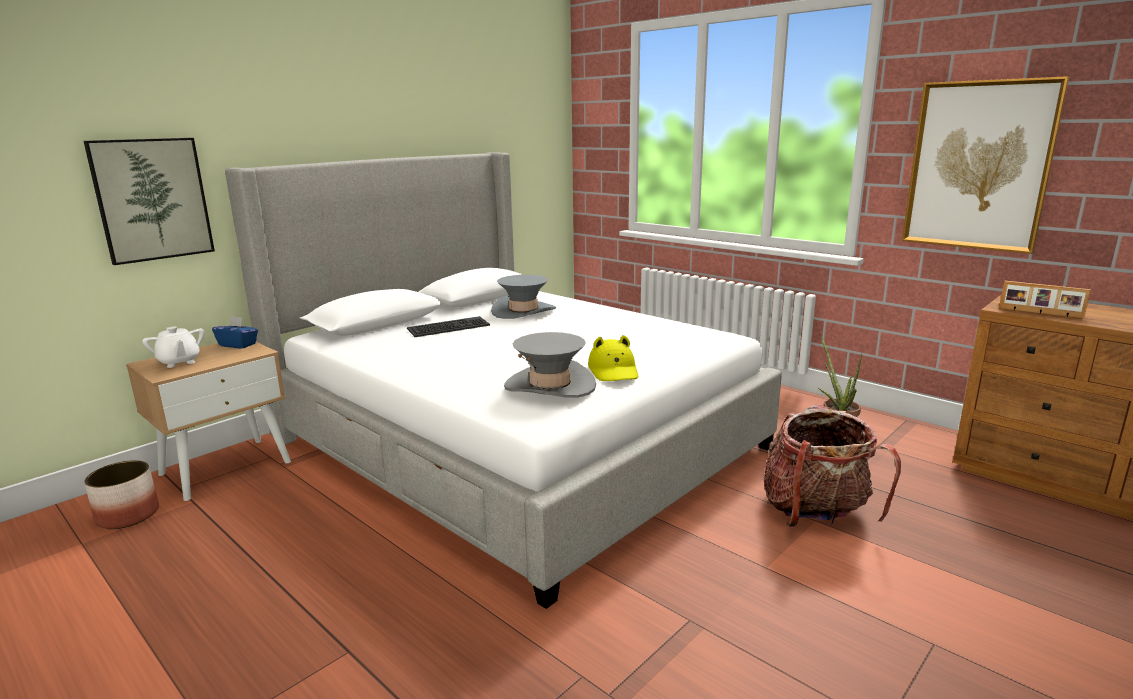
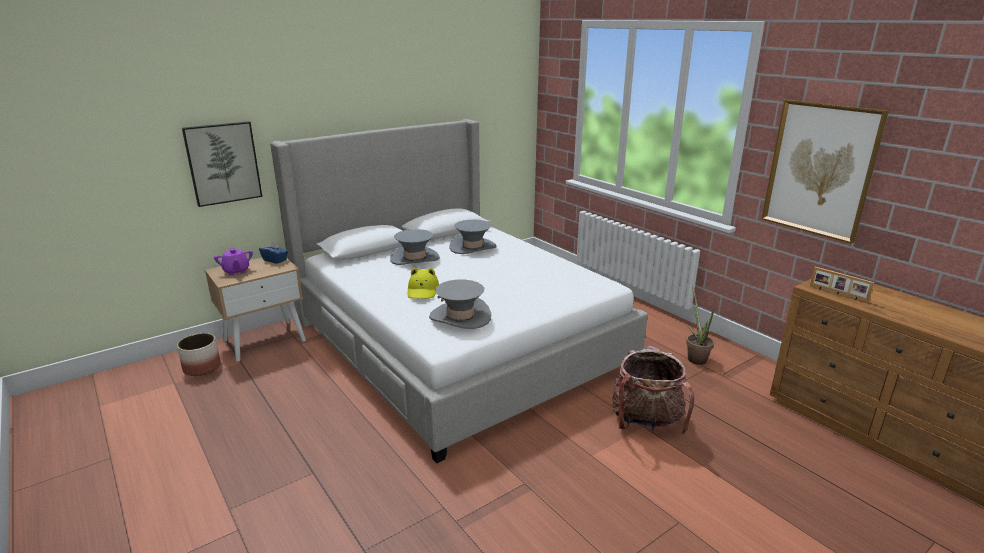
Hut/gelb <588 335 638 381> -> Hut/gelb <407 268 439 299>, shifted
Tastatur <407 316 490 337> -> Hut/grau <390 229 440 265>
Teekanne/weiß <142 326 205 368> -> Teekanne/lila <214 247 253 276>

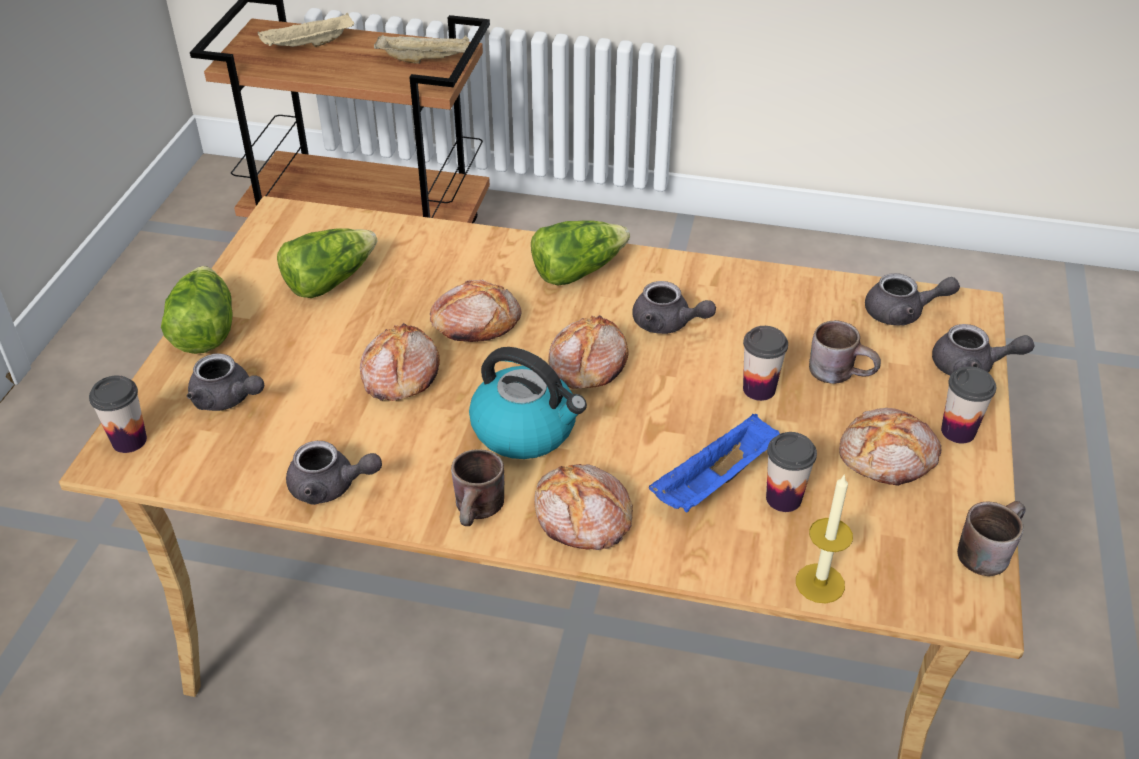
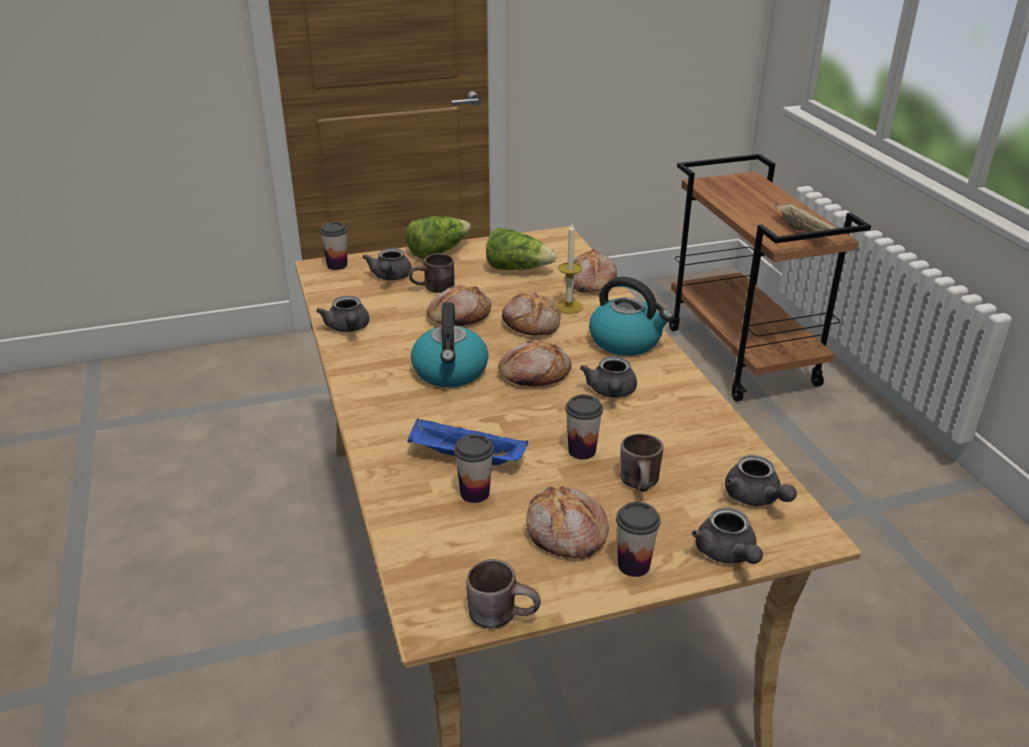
Tablett/beige <258 13 354 47> -> none
Henkelbecher/braun <451 449 504 526> -> Henkelbecher/braun <409 253 455 293>, shifted
Brot <534 464 633 550> -> Brot <565 249 617 293>, shifted
Kerze <796 474 853 603> -> Kerze <555 223 583 314>, shifted
Salatkopf <531 220 630 285> -> Wasserkessel <589 277 673 356>

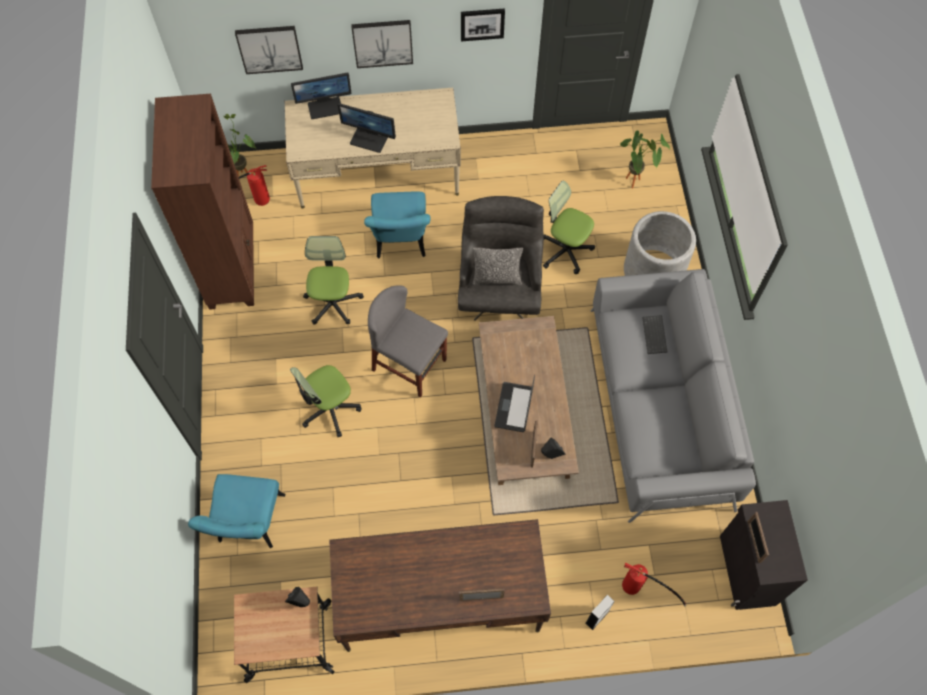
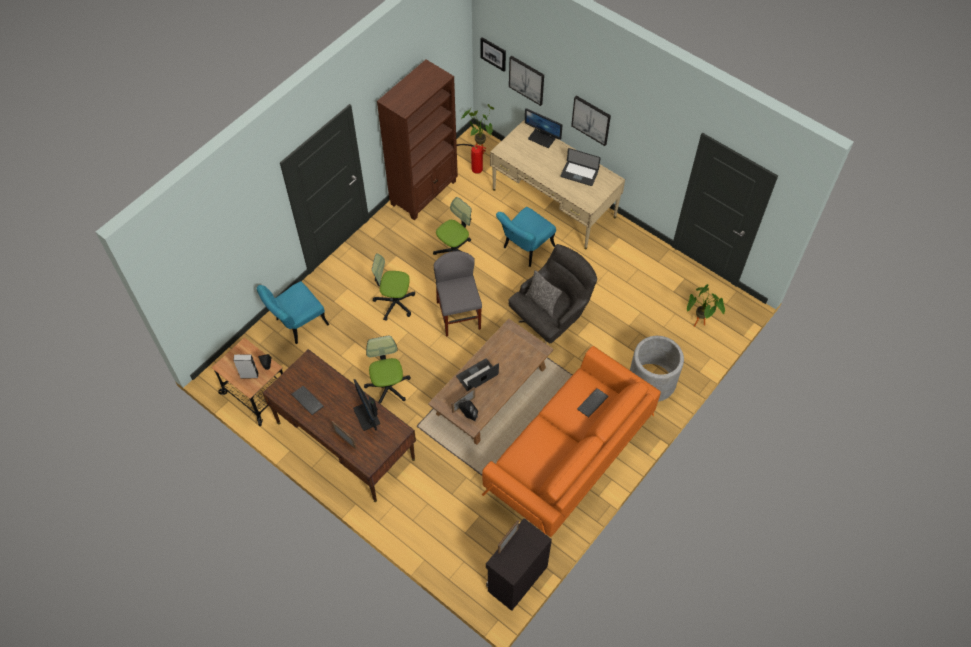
Feuerlöscher <622 563 686 607> -> none
none -> Tastatur <291 386 324 415>
none -> Laptop <561 148 601 186>
Monitor <338 103 396 153> -> Monitor <353 379 380 431>, shifted
Bild <461 8 505 41> -> Bild <480 37 506 71>, shifted
Bürostuhl <543 181 595 274> -> Bürostuhl <364 335 411 404>, shifted
Lautsprecher/grau <586 595 615 630> -> Lautsprecher/grau <233 354 259 379>, shifted
Sofa/grau <590 269 756 523> -> Sofa/orange <482 346 661 537>

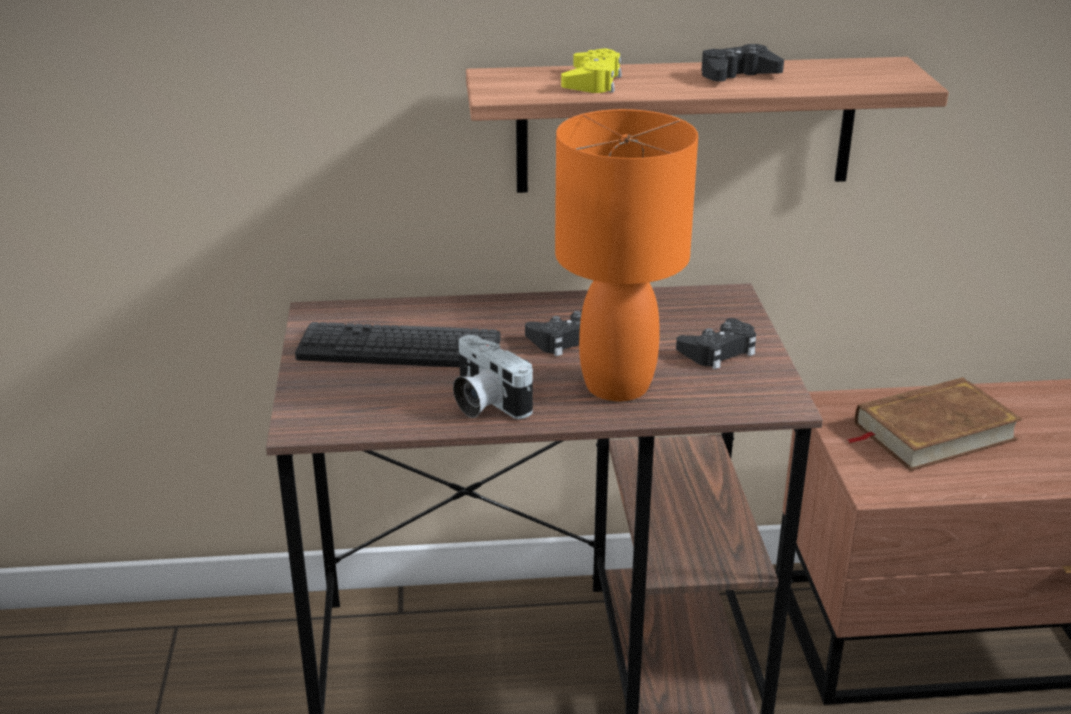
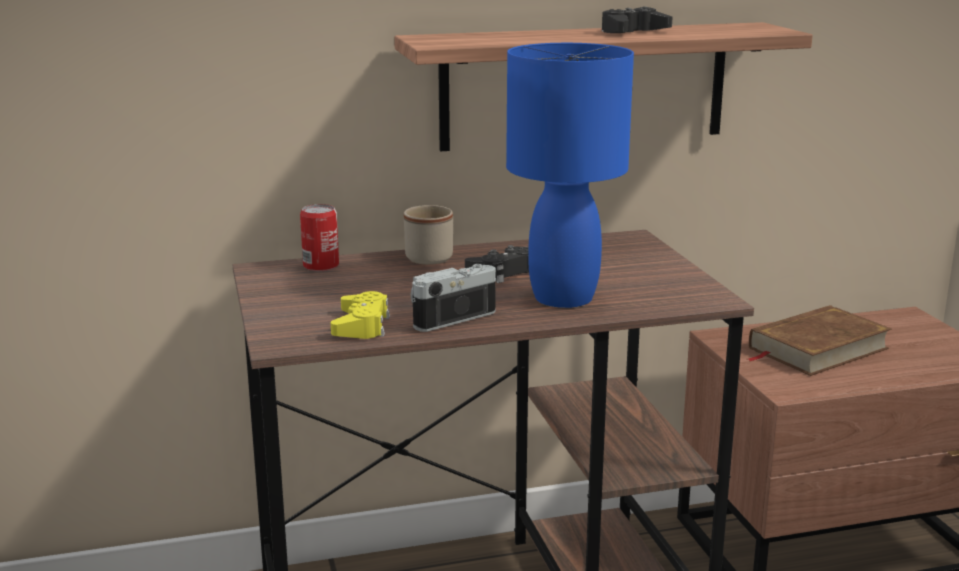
Tastatur <295 322 501 367> -> none
Gamepad/schwarz <676 318 756 369> -> none
none -> Dose <300 204 339 272>
none -> Henkelbecher/beige <404 205 453 265>
Gamepad/gelb <561 48 622 93> -> Gamepad/gelb <331 291 390 339>, shifted
Tischlampe/orange <555 109 698 401> -> Tischlampe/blau <506 43 634 308>
Kamera <453 335 533 419> -> Kamera <410 264 497 332>, 105 degrees clockwise

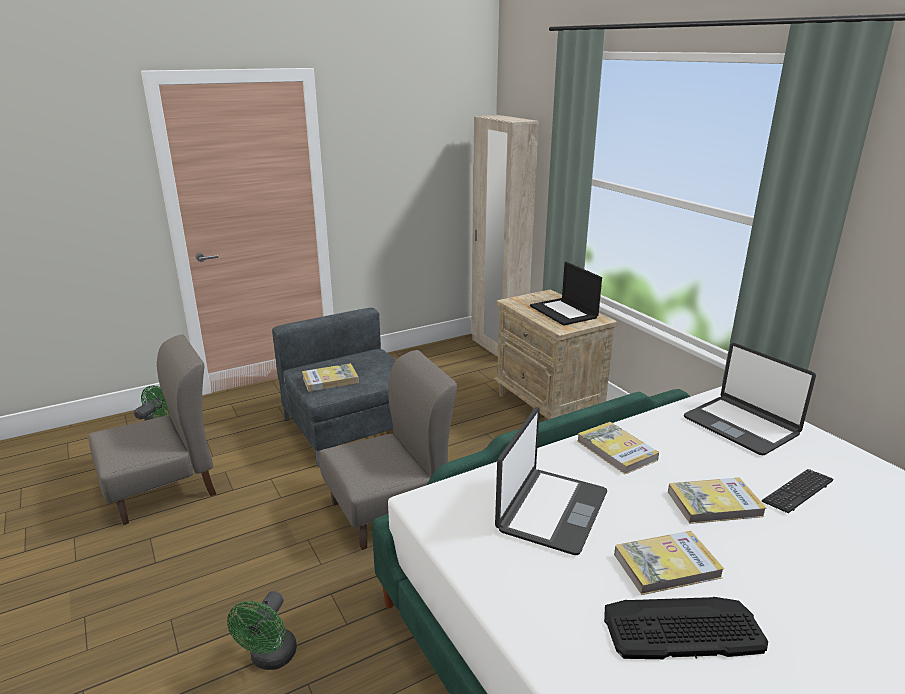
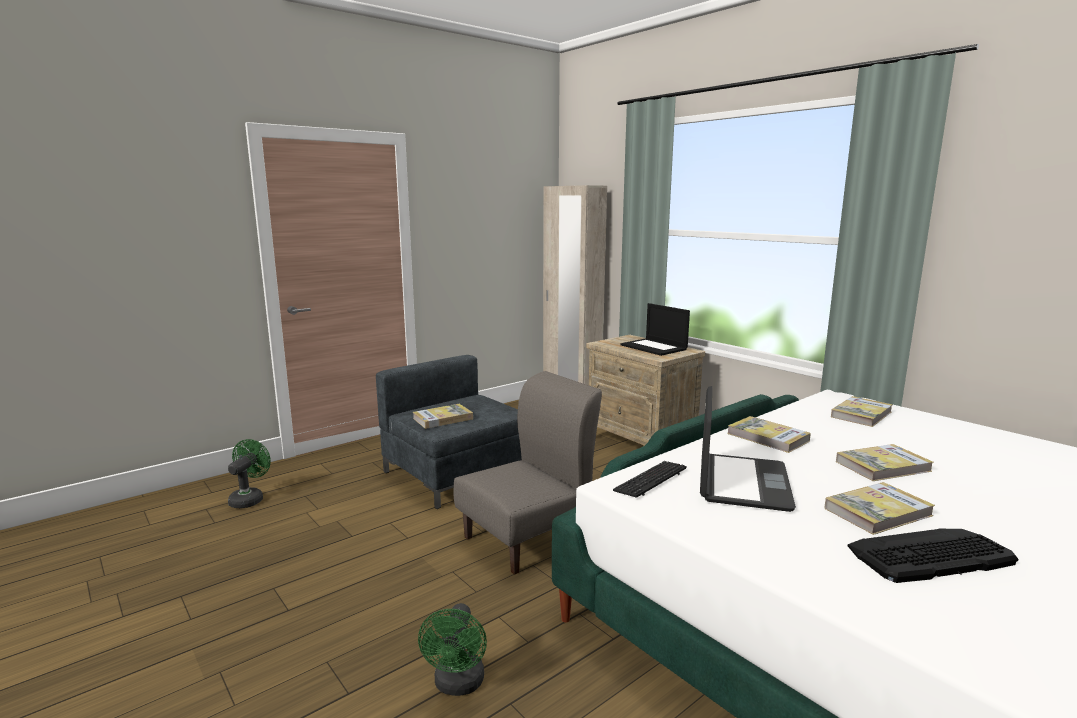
Stuhl/grau <88 334 216 525> -> none
Tastatur <762 469 834 513> -> Tastatur <613 461 687 498>, shifted
Laptop <684 343 816 455> -> Buch <831 396 893 427>

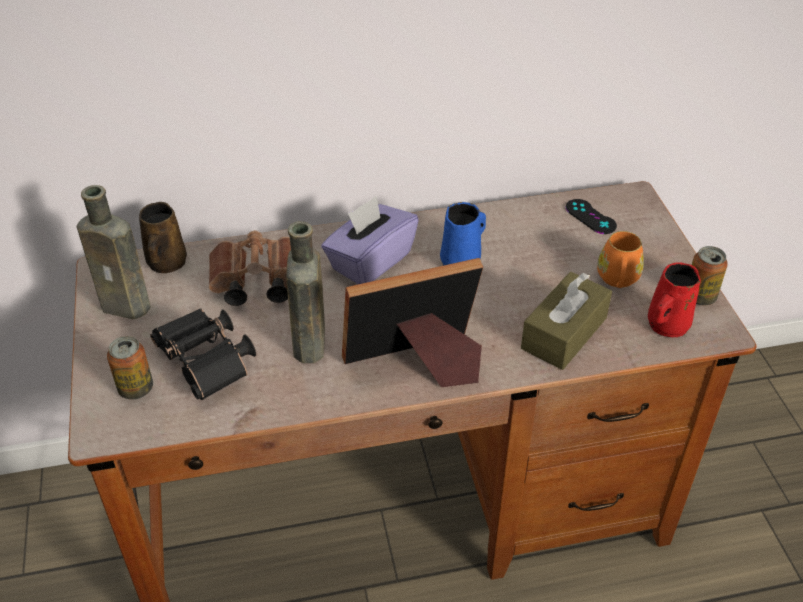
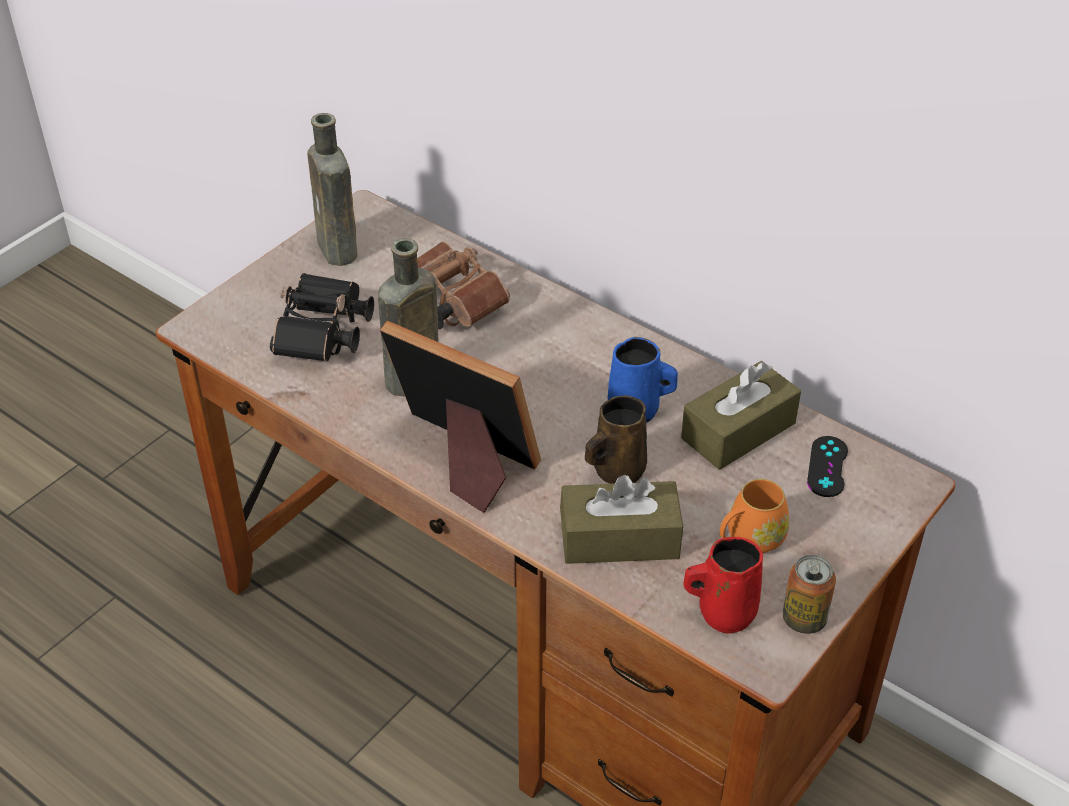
Dose <107 336 153 400> -> none
Taschentuchbox/lila <321 196 419 284> -> none
none -> Taschentuchbox/braun <681 361 801 470>
Henkelbecher/braun <139 202 187 273> -> Henkelbecher/braun <585 395 647 484>, shifted

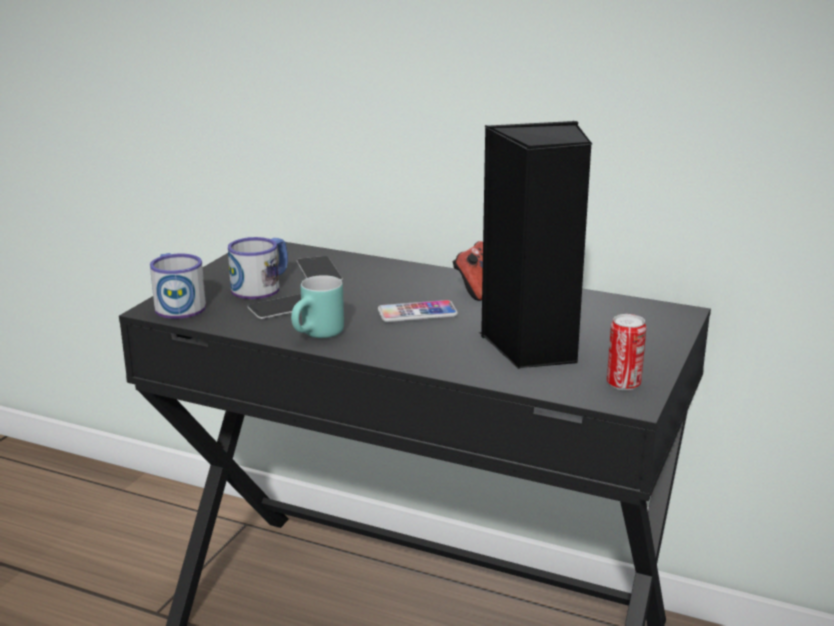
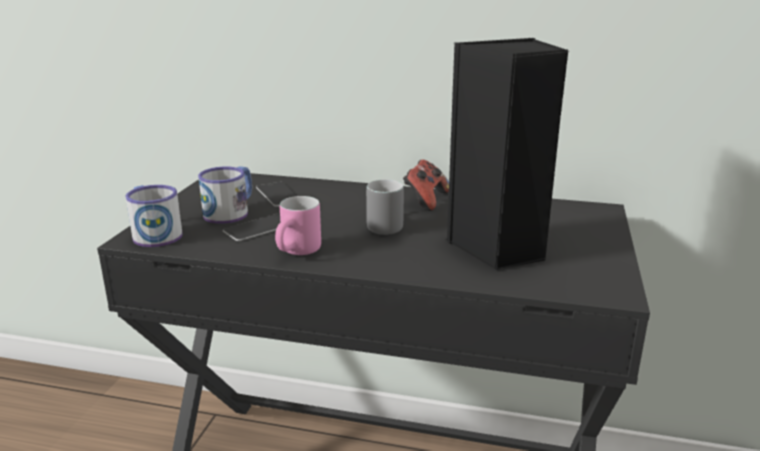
Dose <607 314 647 391> -> none
Handy <378 300 458 322> -> Henkelbecher/grau <366 180 404 235>
Henkelbecher/türkis <291 275 344 338> -> Henkelbecher/rosa <275 196 321 255>

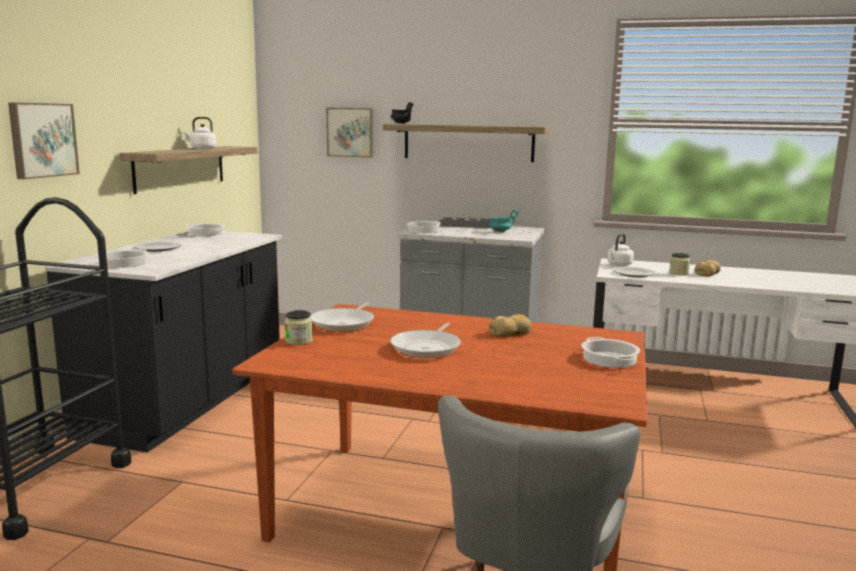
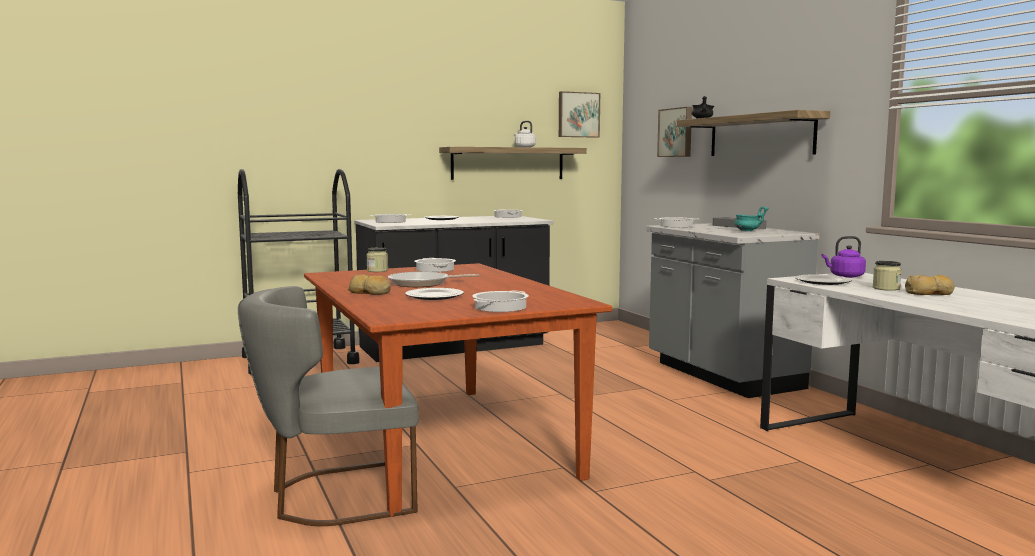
none -> Teller <405 288 464 300>
Bild <8 102 80 179> -> Bild <559 91 600 138>, shifted
Brot <489 314 531 337> -> Brot <348 275 391 295>, shifted
Pfanne <310 302 374 332> -> Kochtopf <414 258 456 272>
Wasserkessel/weiß <607 234 634 266> -> Wasserkessel/lila <821 236 866 278>

